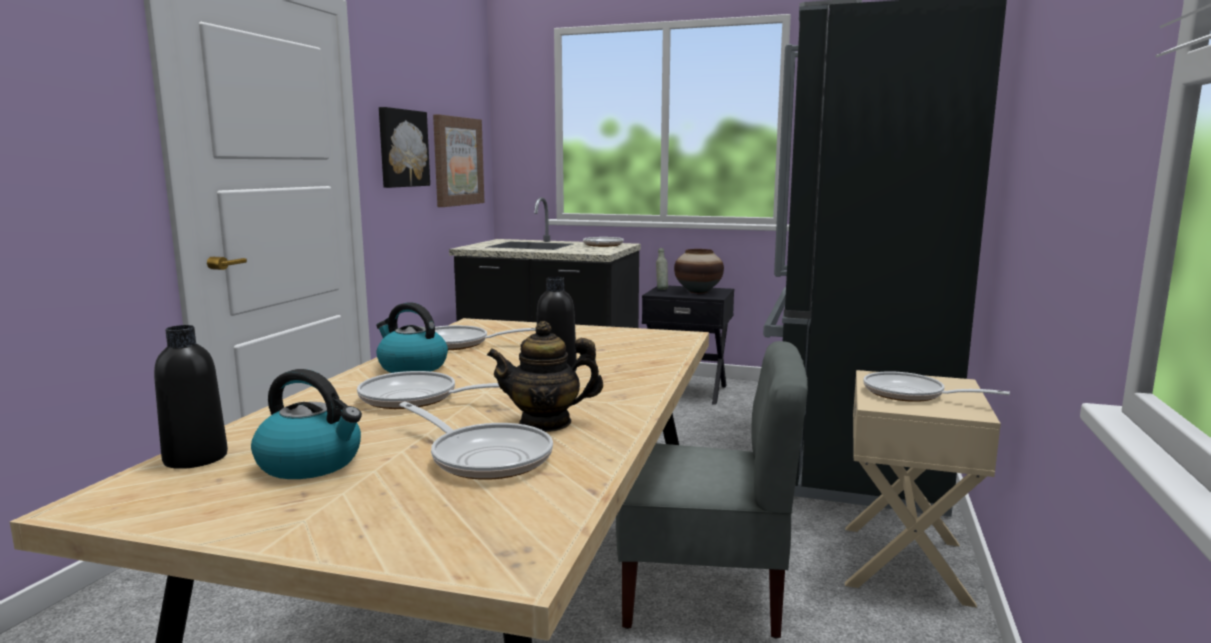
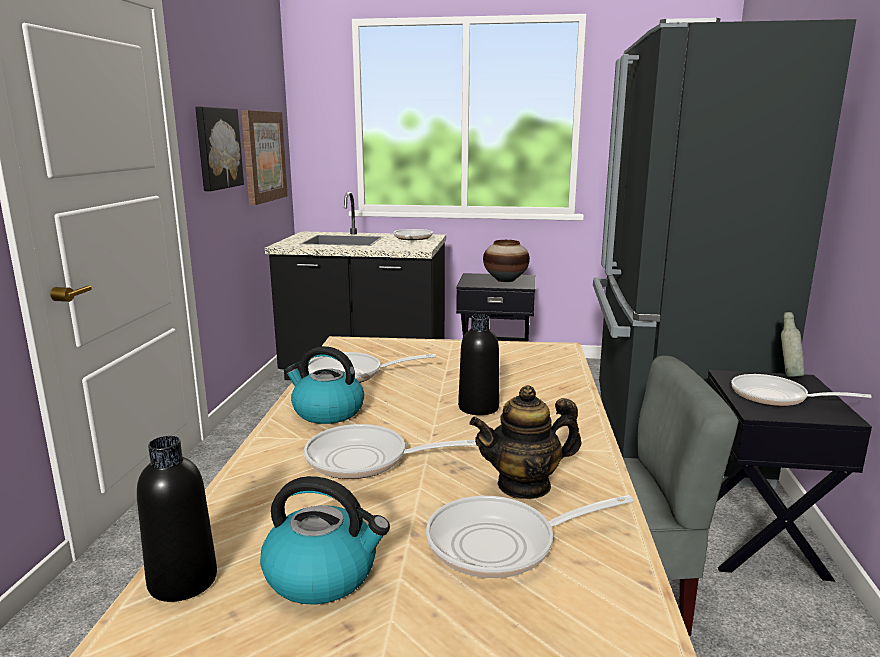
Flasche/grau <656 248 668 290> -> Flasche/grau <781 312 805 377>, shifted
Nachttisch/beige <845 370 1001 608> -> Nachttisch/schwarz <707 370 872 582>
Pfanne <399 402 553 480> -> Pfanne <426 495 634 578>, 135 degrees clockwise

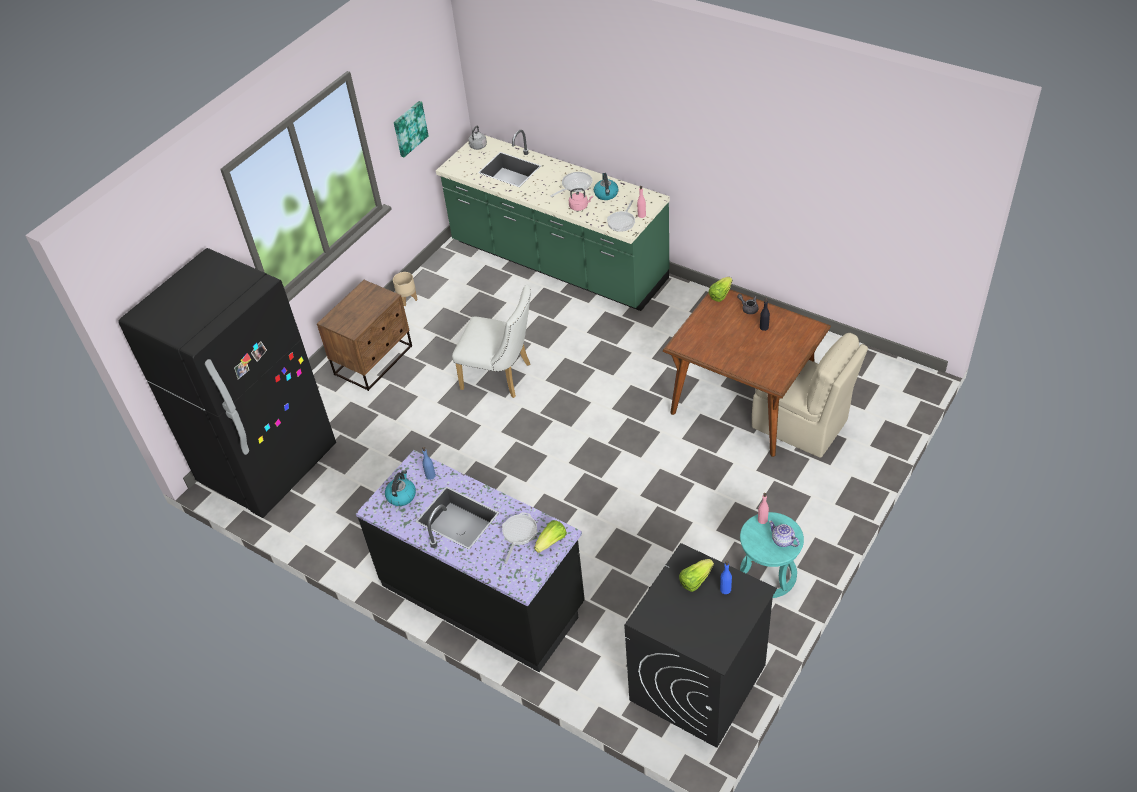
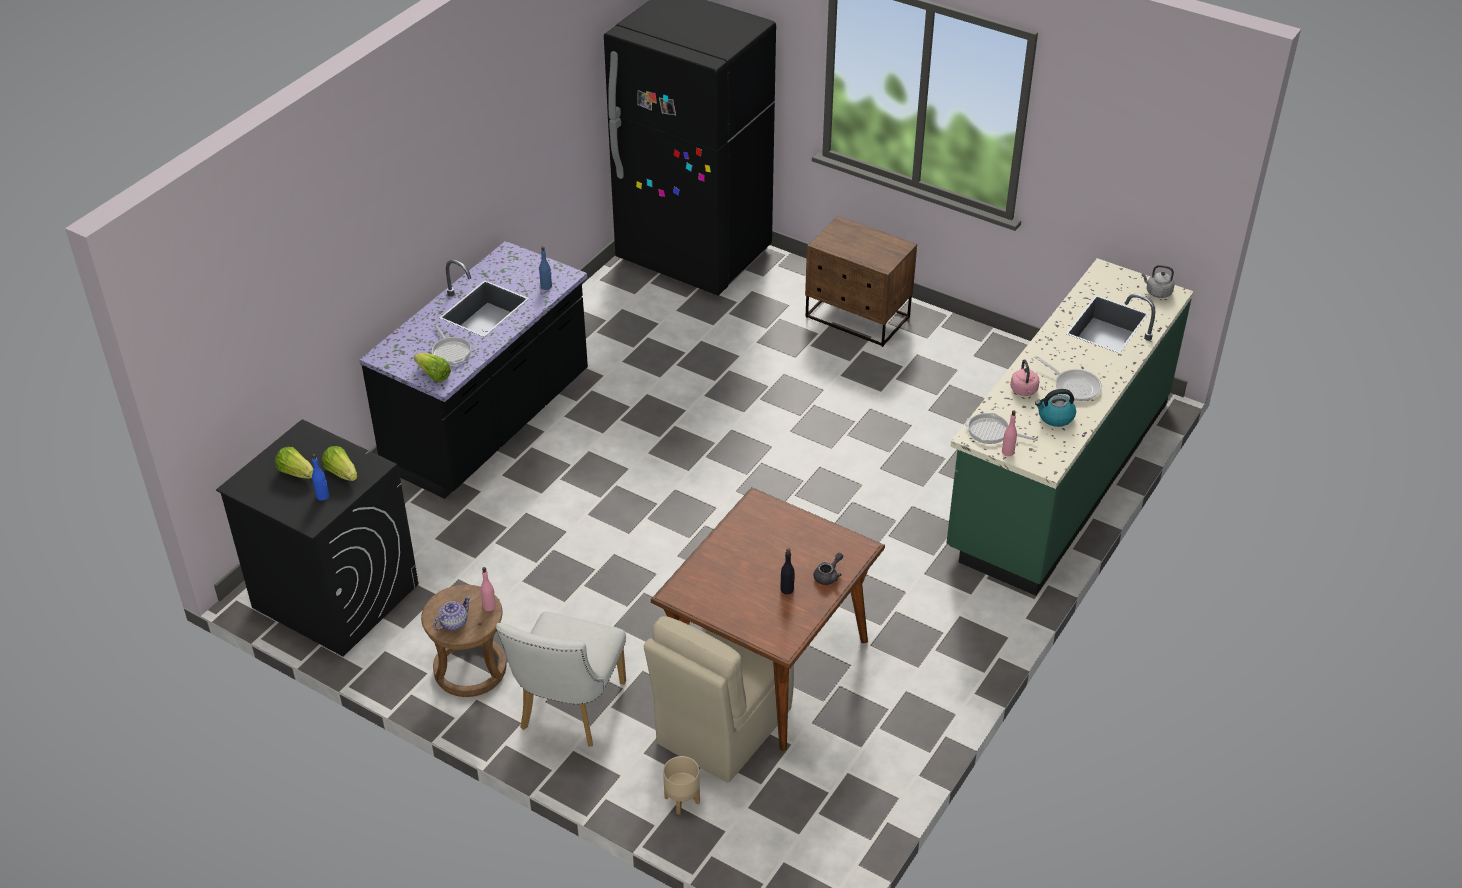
Wasserkessel <385 470 416 506> -> none
Bild <394 101 429 157> -> none
Pflanzkübel/beige <393 272 418 306> -> Pflanzkübel/beige <663 756 700 815>, shifted
Stuhl/weiß <452 285 531 398> -> Stuhl/weiß <496 611 626 747>, shifted
Salatkopf <708 277 732 302> -> Salatkopf <275 447 314 479>, shifted
Hocker/türkis <740 512 804 598> -> Hocker/braun <421 585 506 697>
Pfanne <502 512 537 564> -> Pfanne <432 323 471 365>, 45 degrees clockwise

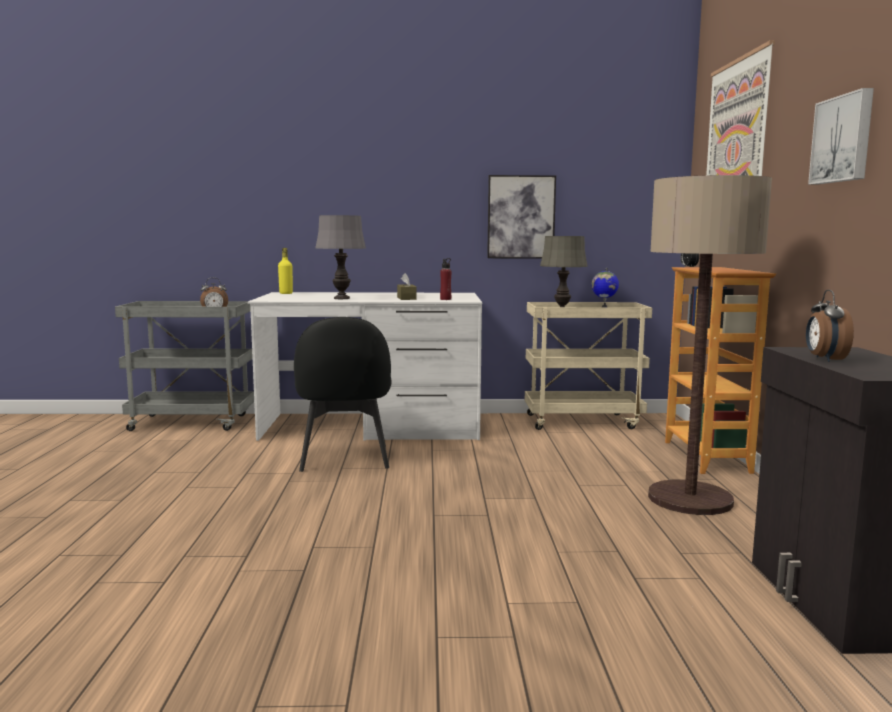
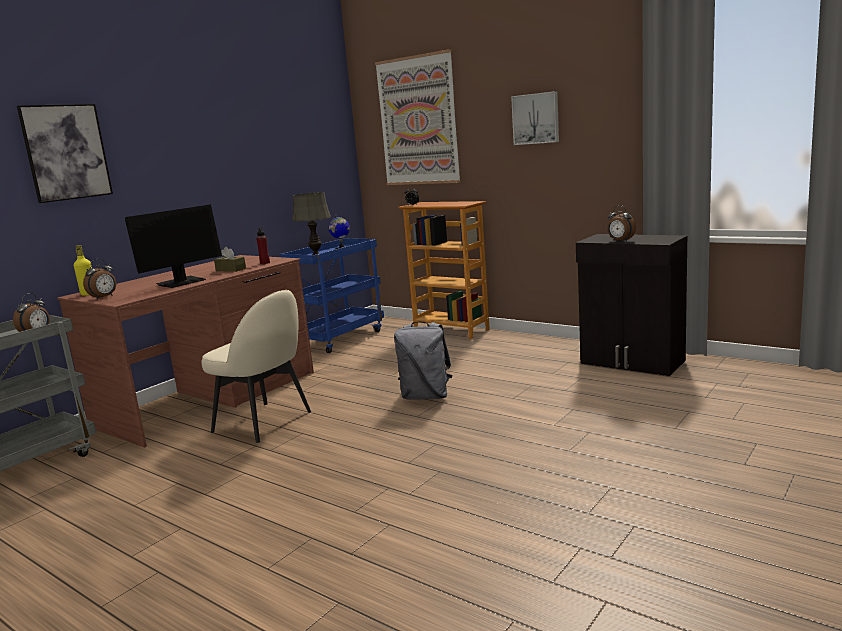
Stehlampe <648 175 772 515> -> none
none -> Wecker <83 259 116 300>
none -> Rucksack/grau <394 321 452 400>
Bild <487 175 556 259> -> Bild <17 104 113 203>, shifted
Tischlampe/grau <315 215 366 299> -> Monitor <125 204 222 288>
Schreibtisch/weiß <248 292 482 441> -> Schreibtisch/braun <57 255 314 448>
Stuhl/schwarz <294 317 392 472> -> Stuhl/beige <202 290 311 443>
Rollwagen/beige <525 302 652 430> -> Rollwagen/blau <280 238 384 353>

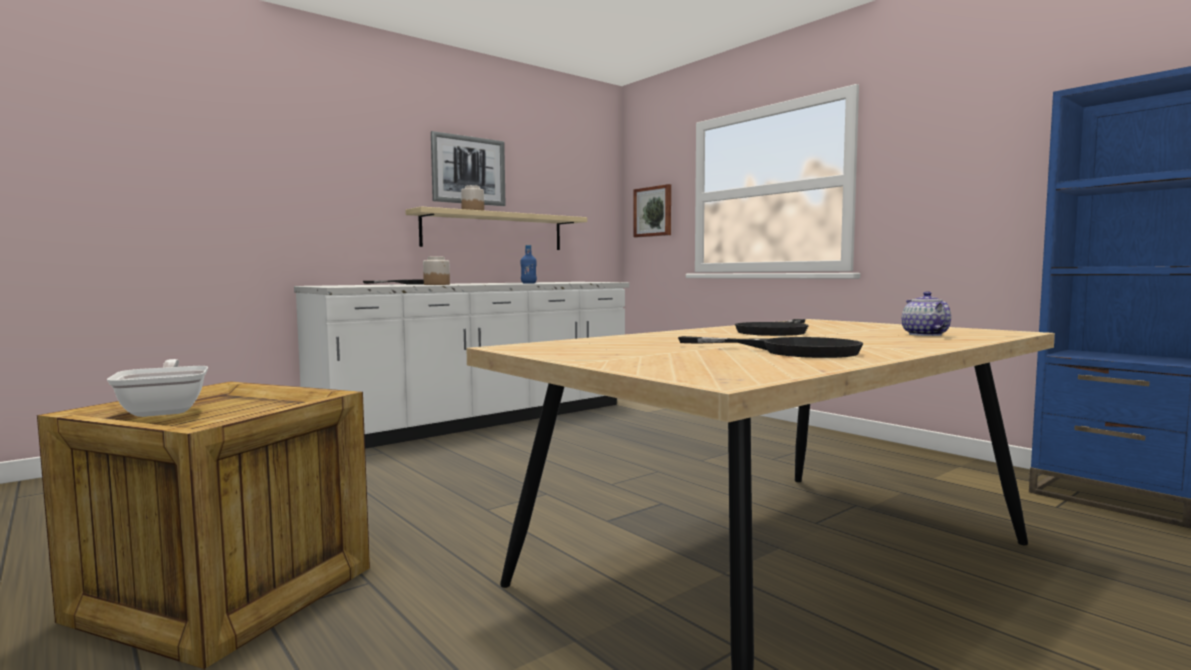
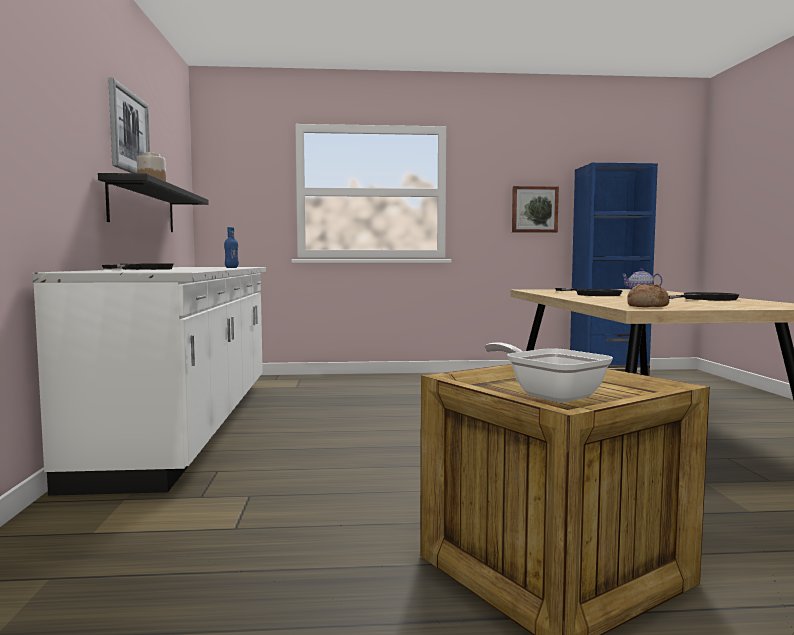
Vorratsglas <423 257 450 285> -> none
none -> Brot <627 284 669 307>
Bild <634 184 671 237> -> Bild <512 186 559 233>, shifted
Wandregal/beige <405 206 587 250> -> Wandregal/schwarz <98 173 209 232>
Pfanne <107 359 208 417> -> Pfanne <484 342 613 403>, 45 degrees clockwise

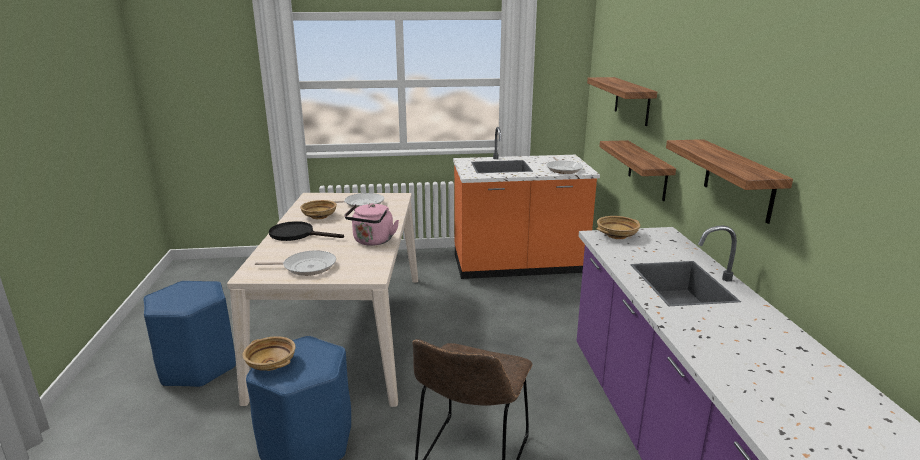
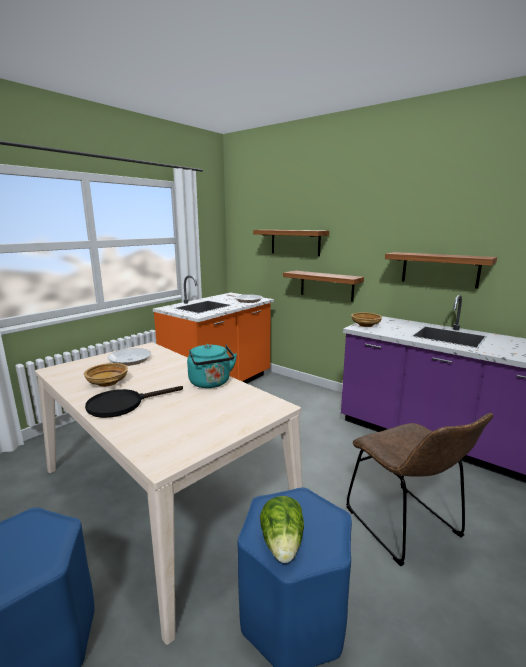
Pfanne <255 251 336 276> -> none
Schüssel/beige <242 336 296 371> -> Salatkopf <260 496 304 563>
Wasserkessel/rosa <345 203 399 246> -> Wasserkessel/türkis <187 344 237 388>

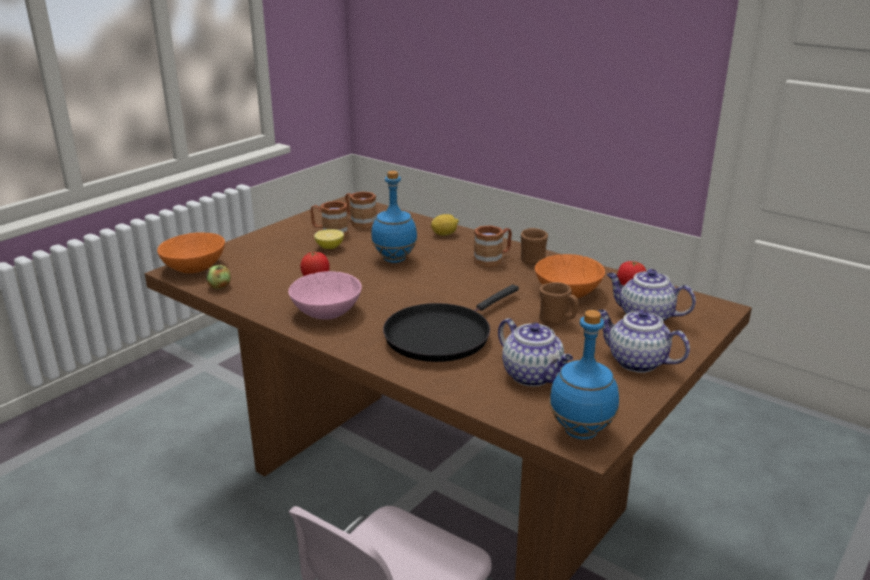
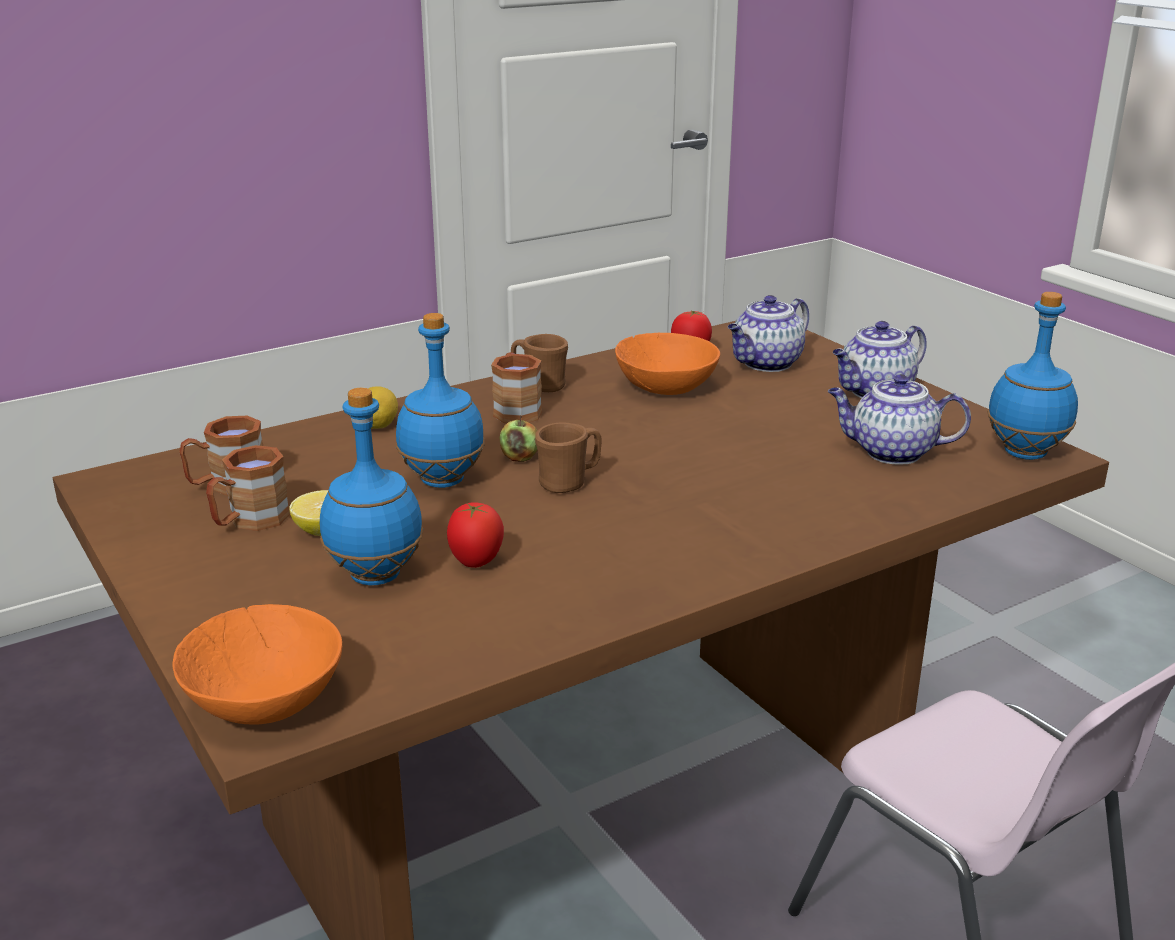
Schüssel/rosa <288 271 362 320> -> none
Pfanne/schwarz <383 285 519 362> -> none
none -> Flasche/blau <320 388 423 585>
Apfel <206 263 231 289> -> Apfel <500 416 537 462>, shifted
Henkelbecher/braun <539 282 579 325> -> Henkelbecher/braun <535 423 601 493>, shifted
Teekanne <498 318 573 386> -> Teekanne <828 374 971 465>, 150 degrees counterclockwise

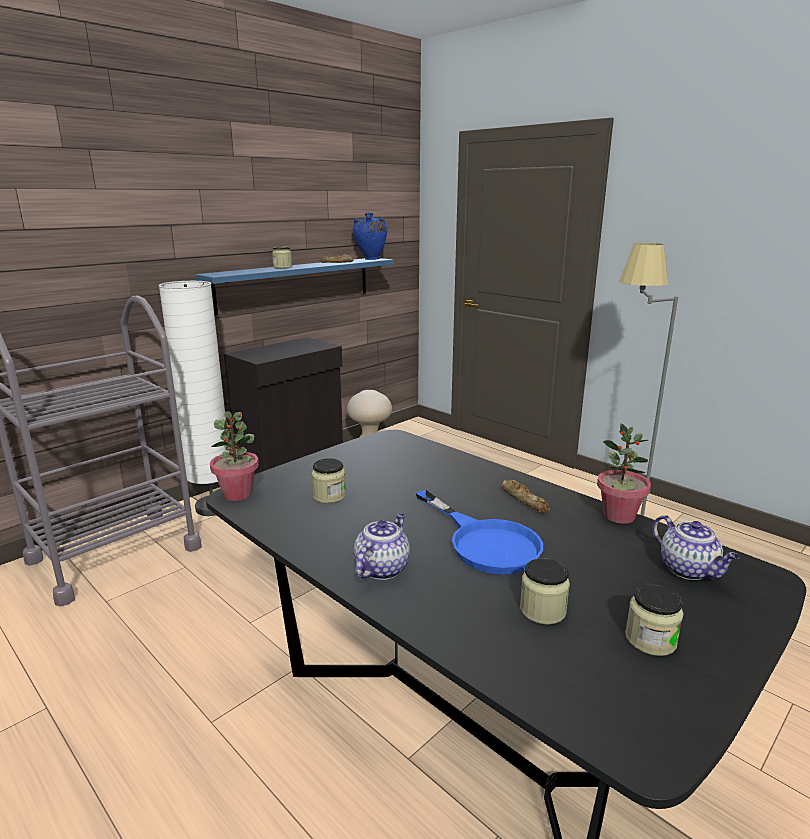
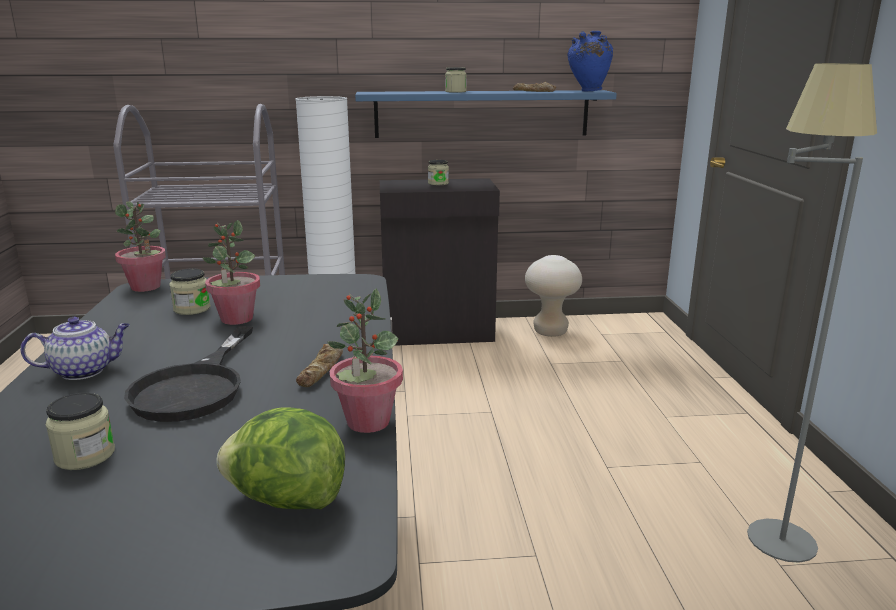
none -> Topfpflanze <202 220 260 325>
Vorratsglas <625 583 684 656> -> Vorratsglas <428 160 449 185>, shifted
Teekanne <652 515 740 580> -> Salatkopf <216 407 345 509>
Pfanne/blau <416 490 543 574> -> Pfanne/schwarz <124 326 253 422>

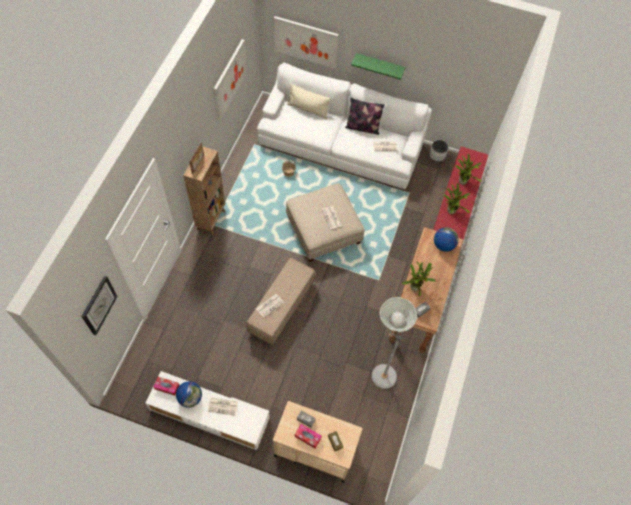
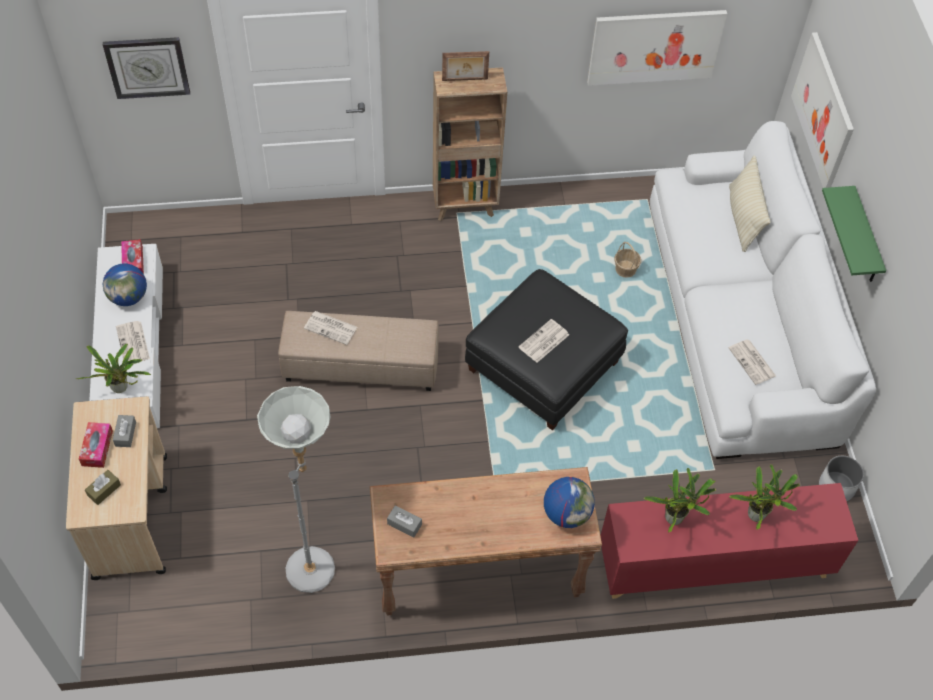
Kissen <345 97 385 135> -> none
Topfpflanze <401 261 436 296> -> Topfpflanze <77 344 151 393>, shifted
Polsterhocker/beige <286 184 365 262> -> Polsterhocker/schwarz <465 269 628 430>

